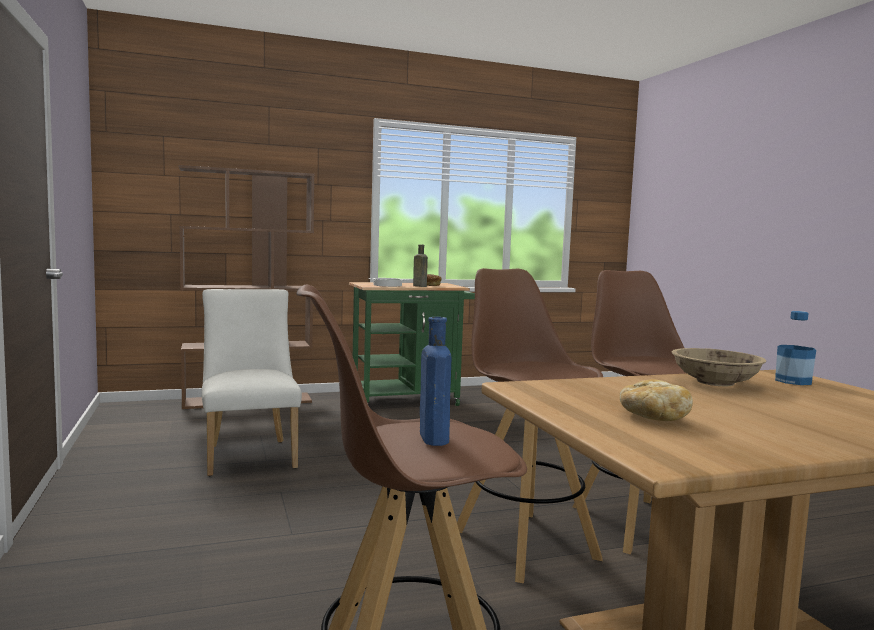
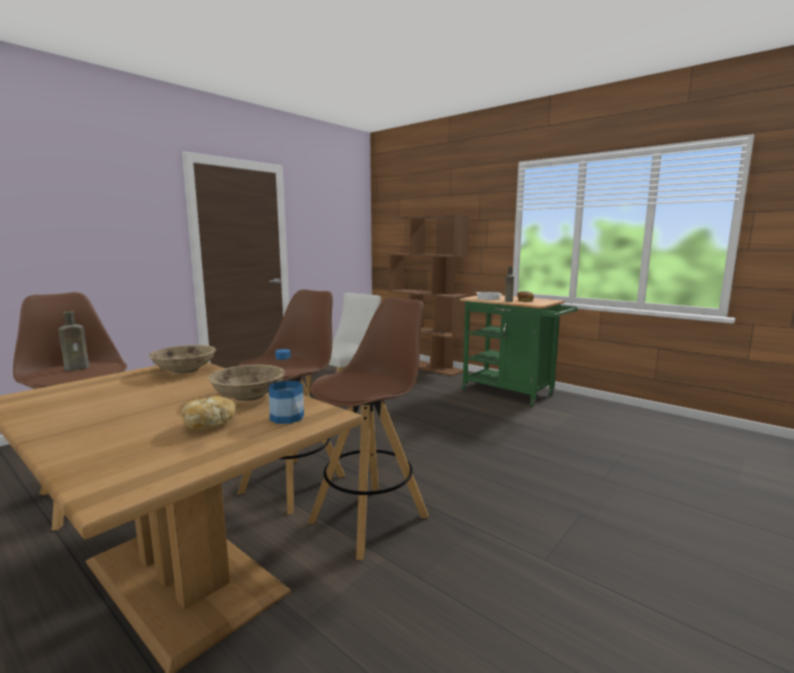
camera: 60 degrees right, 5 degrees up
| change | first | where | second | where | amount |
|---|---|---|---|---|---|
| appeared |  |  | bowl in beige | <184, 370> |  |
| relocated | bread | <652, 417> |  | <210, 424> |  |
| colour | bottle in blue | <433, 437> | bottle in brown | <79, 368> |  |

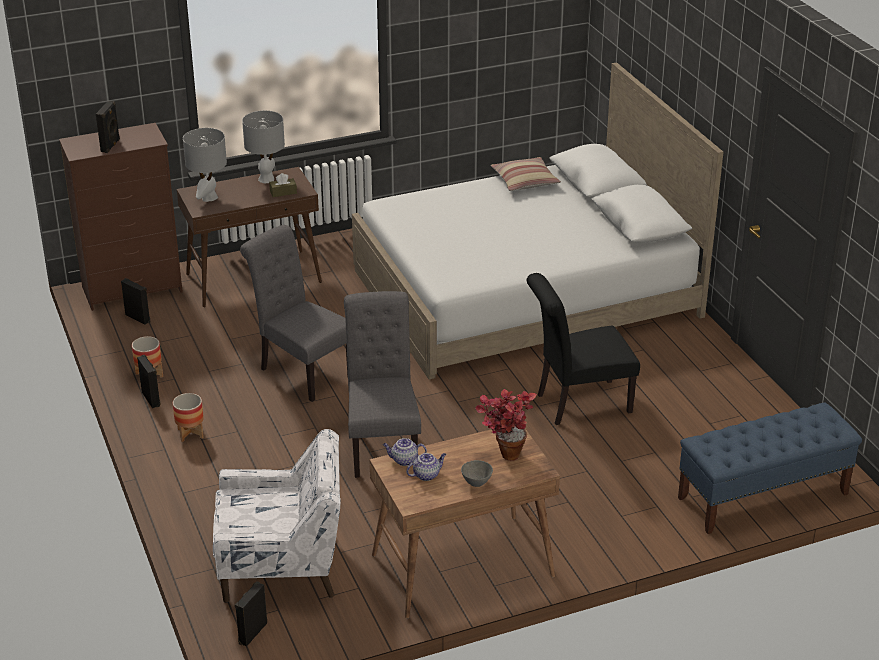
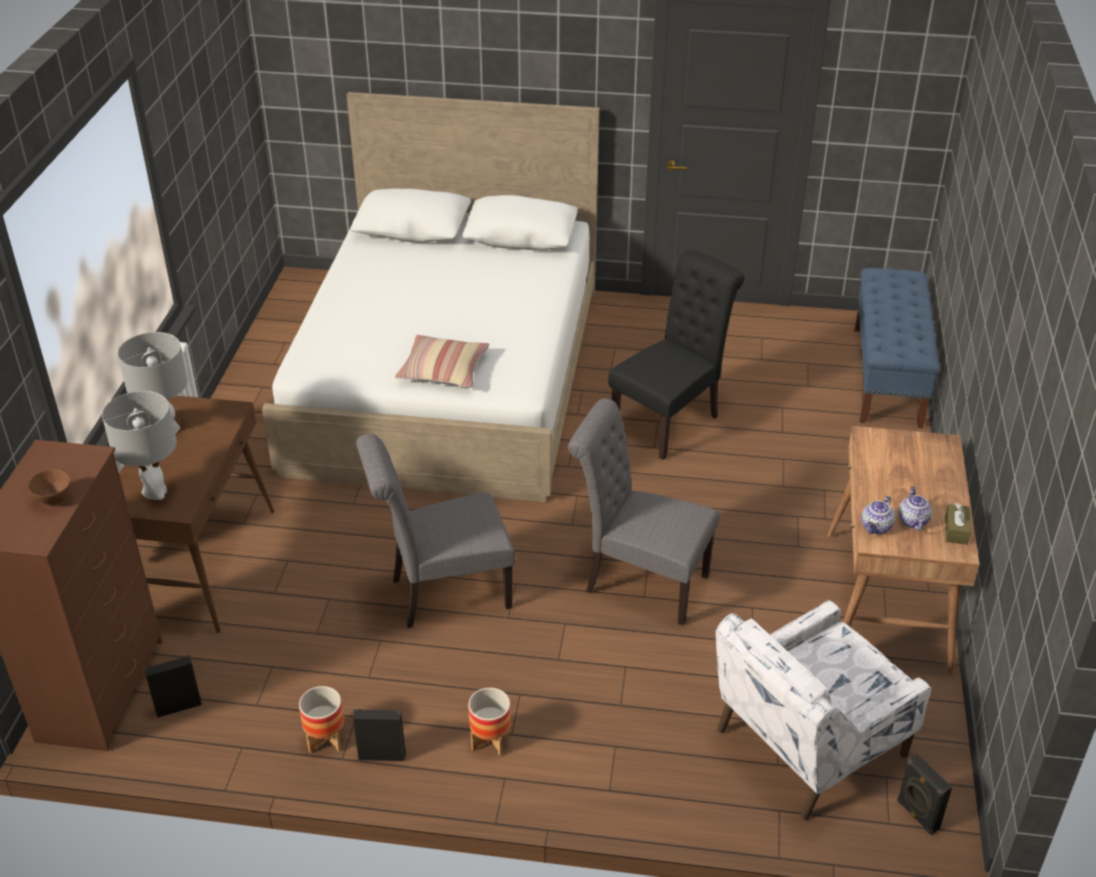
camera: 60 degrees left, 5 degrees up
| change | first | where | second | where | amount |
|---|---|---|---|---|---|
| missing | bowl in grey | <476, 483> |  |  |  |
| missing | potted plant | <503, 452> |  |  |  |
| relocated | tissue box in brown | <283, 192> |  | <956, 530> |  |
| relocated | pillow | <525, 181> |  | <443, 370> |  |
| exchanged | speaker in black | <111, 146> | bowl in brown | <53, 500> |  |
| spun | armchair in white | <282, 565> |  | <807, 744> | 150 degrees counterclockwise |
| spun | chair in black | <577, 404> |  | <671, 421> | 150 degrees counterclockwise |

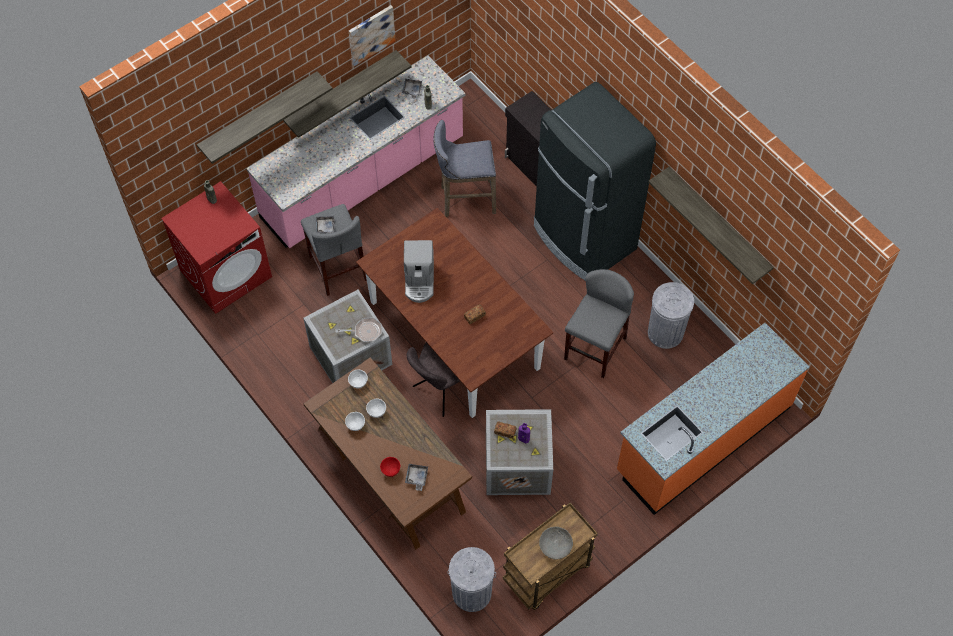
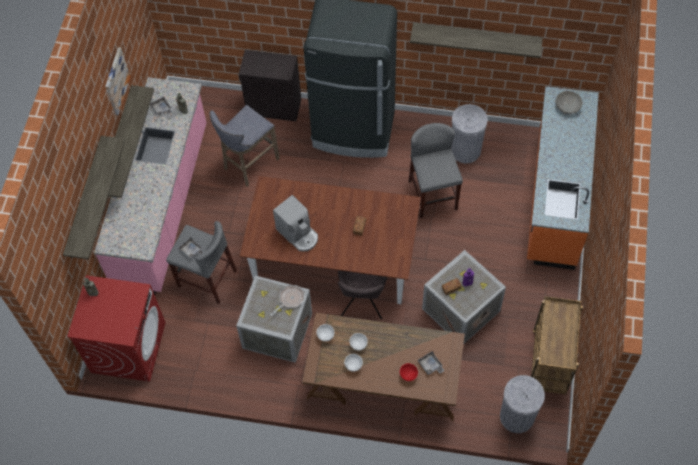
camera: 40 degrees left, 0 degrees up
| change | first | where | second | where | amount |
|---|---|---|---|---|---|
| relocated | bowl in grey | <555, 546> |  | <567, 106> |  |

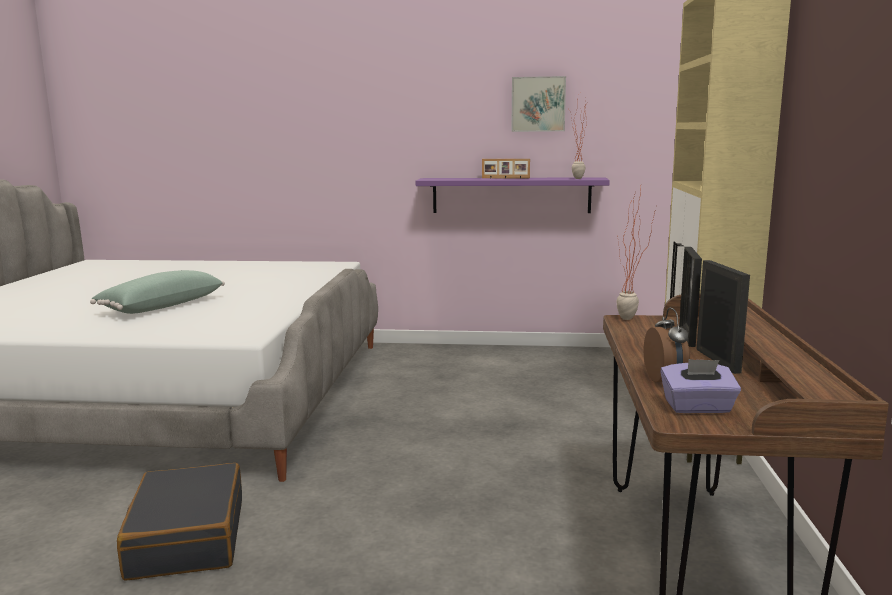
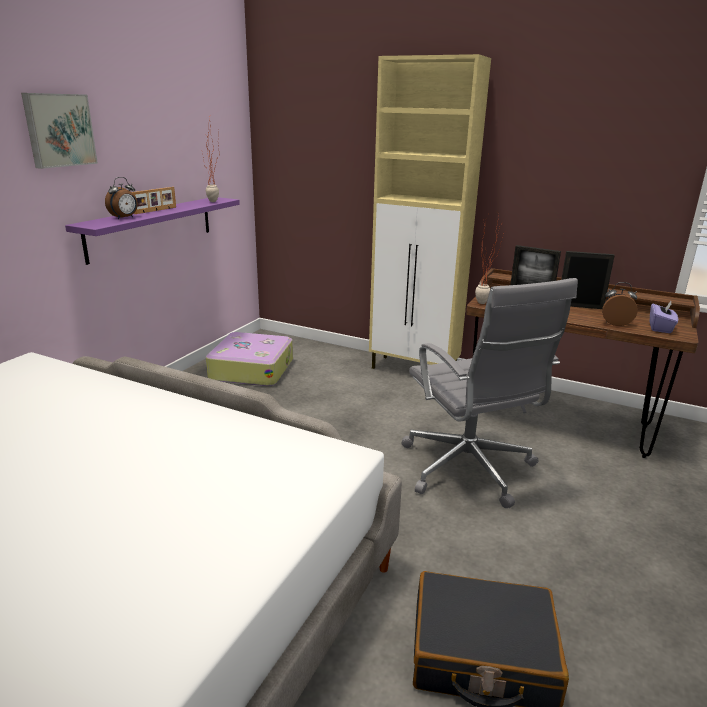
camera: 70 degrees left, 10 degrees up
| change | first | where | second | where | amount |
|---|---|---|---|---|---|
| missing | pillow in green | <161, 306> |  |  |  |
| appeared |  |  | alarm clock | <125, 218> |  |
| appeared |  |  | suitcase | <251, 369> |  |
| appeared |  |  | office chair in grey | <469, 469> |  |
| relocated | picture | <538, 104> |  | <59, 130> |  |

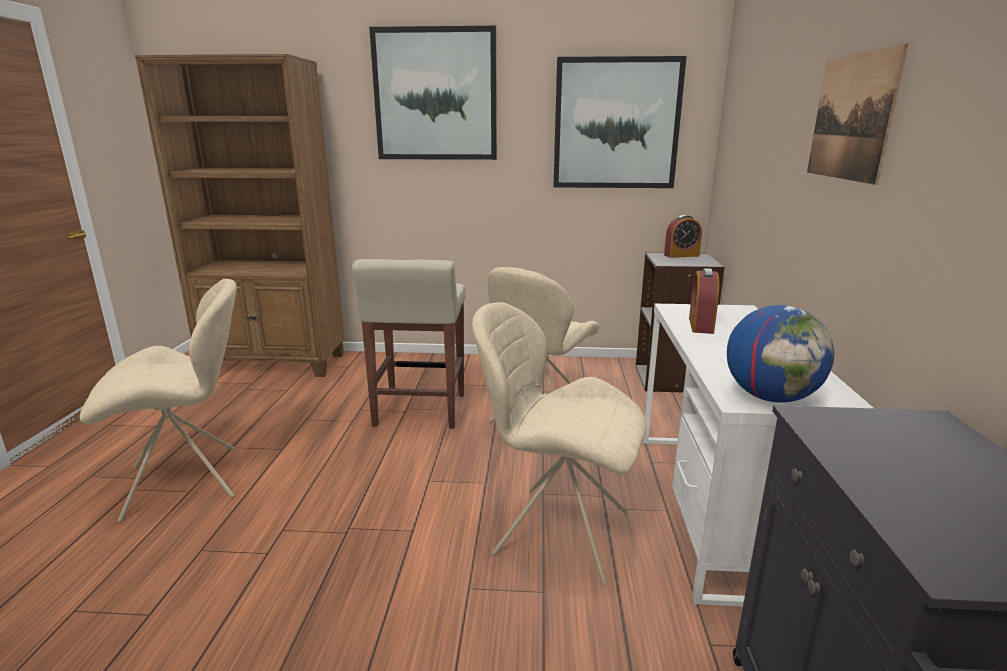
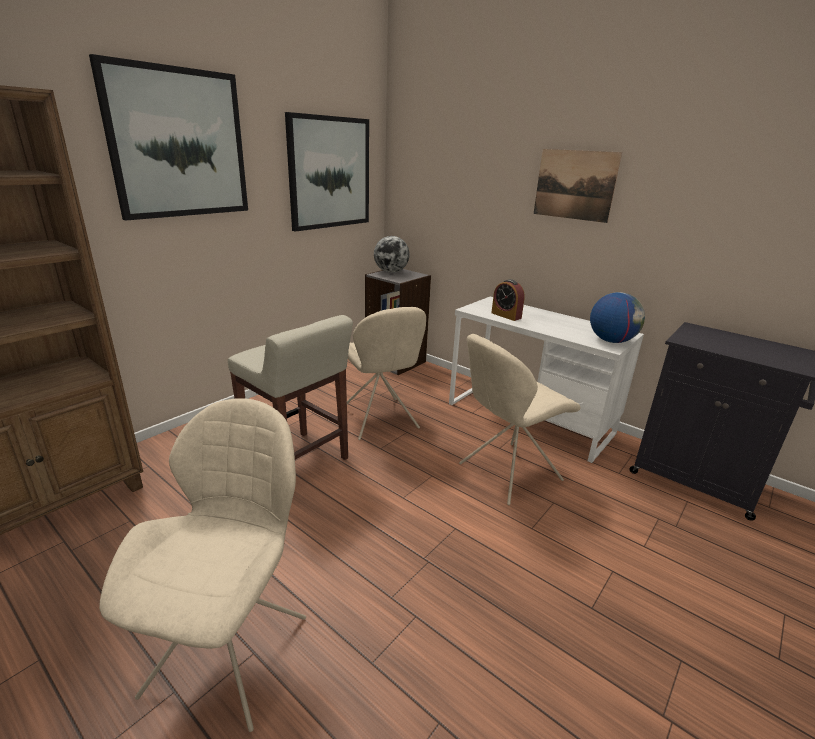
camera: 55 degrees left, 5 degrees up
| change | first | where | second | where | amount |
|---|---|---|---|---|---|
| exchanged | alarm clock | <681, 255> | globe | <391, 272> |  |

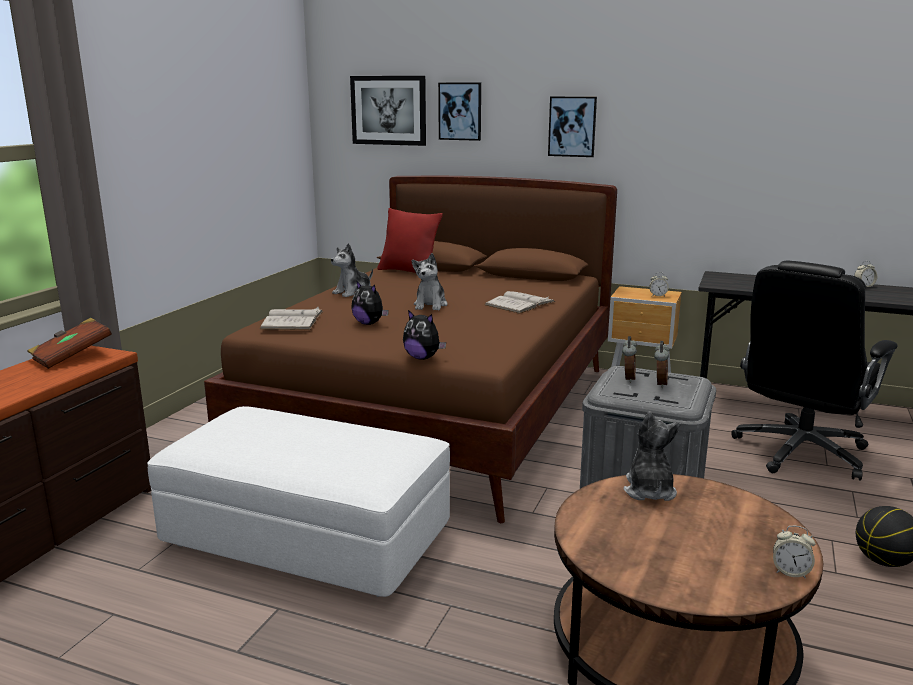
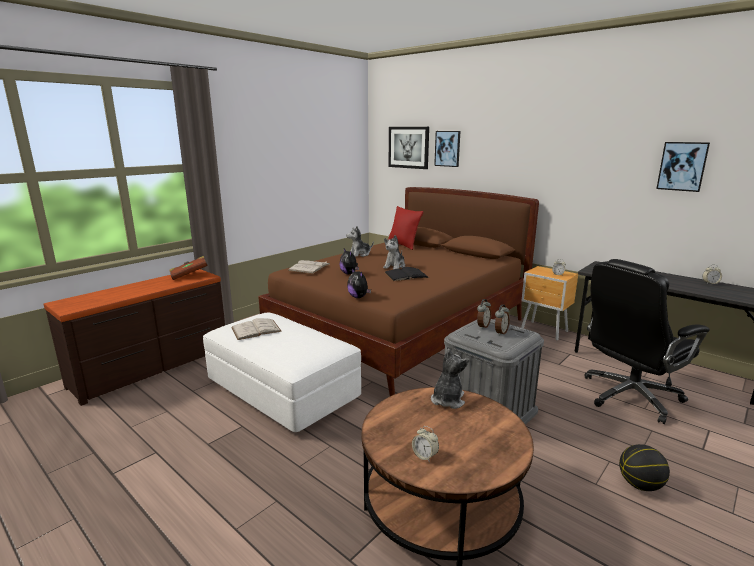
camera: 20 degrees right, 0 degrees up
| change | first | where | second | where | amount |
|---|---|---|---|---|---|
| appeared |  |  | book in black | <406, 275> |  |
| relocated | book in white | <520, 303> |  | <256, 329> |  |
| relocated | picture | <572, 126> |  | <682, 166> |  |
| relocated | alarm clock | <790, 572> |  | <425, 456> |  |

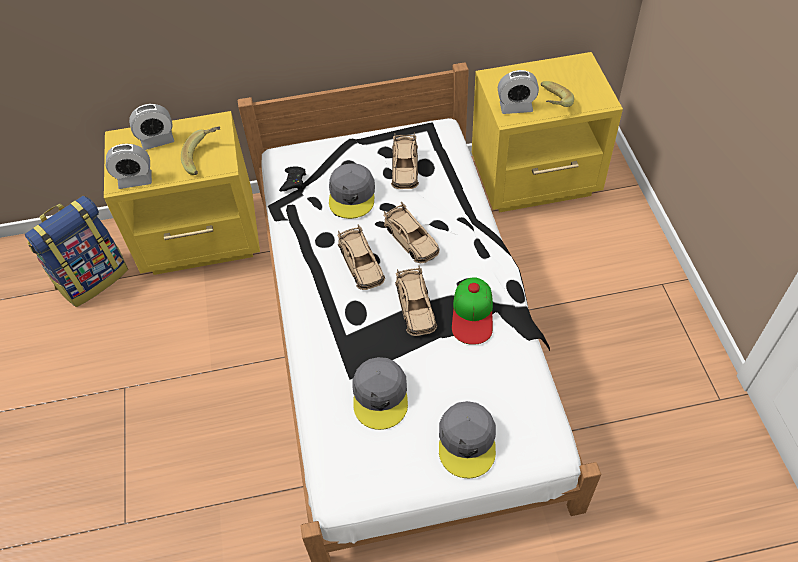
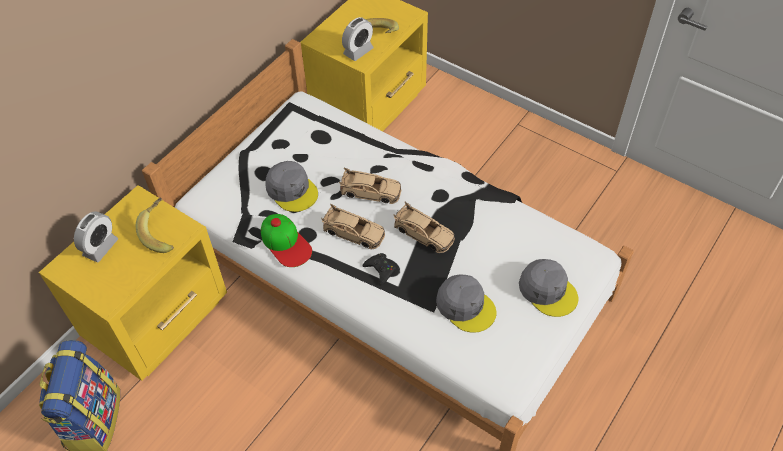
camera: 45 degrees left, 0 degrees up
| change | first | where | second | where | amount |
|---|---|---|---|---|---|
| missing | alarm clock | <135, 180> |  |  |  |
| missing | toy car in beige | <405, 167> |  |  |  |
| relocated | game controller in black | <293, 181> |  | <380, 270> |  |
| relocated | cap | <473, 314> |  | <286, 243> |  |

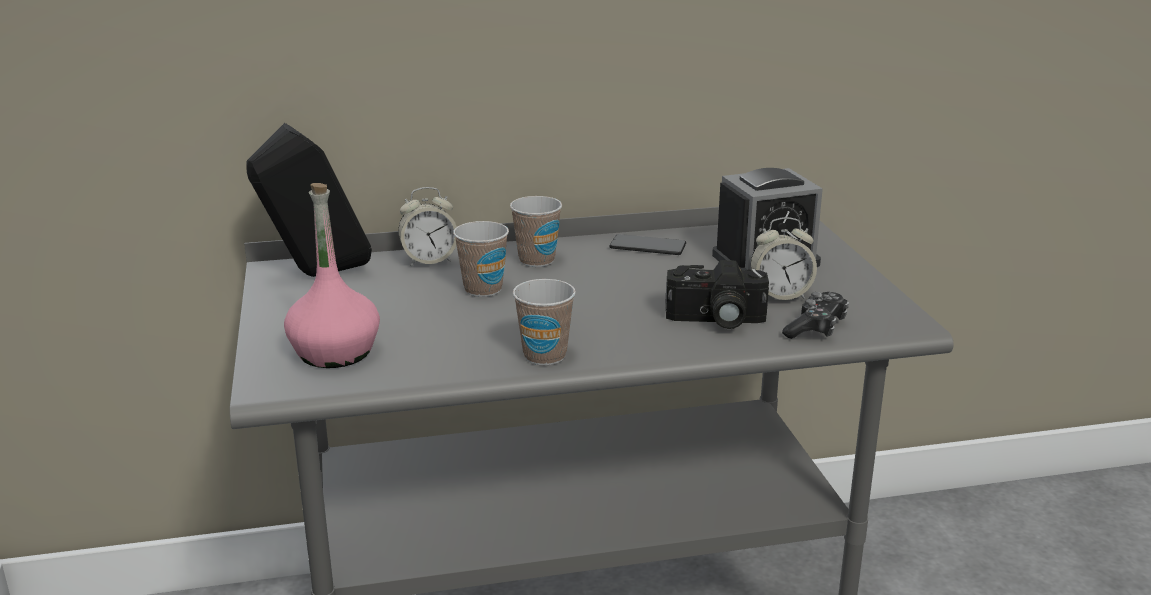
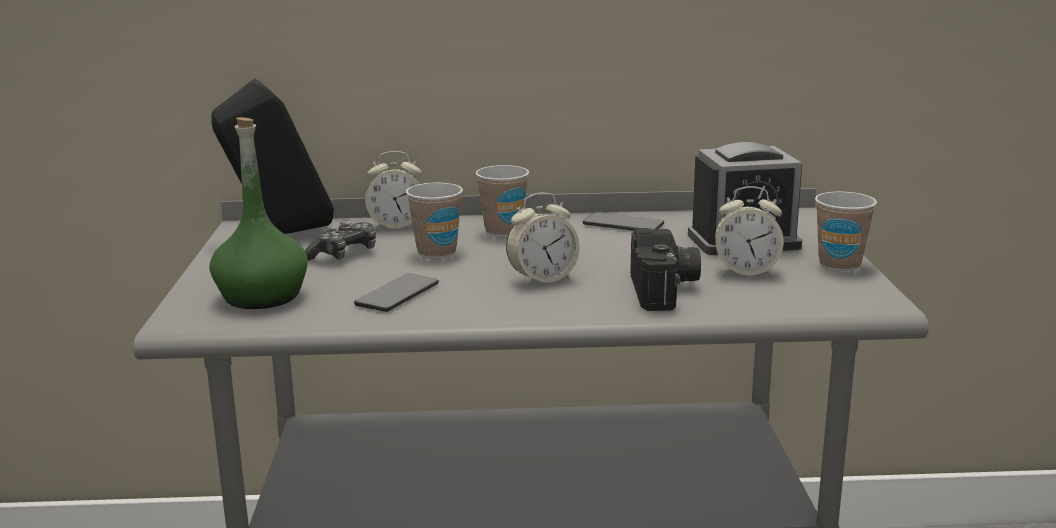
camera: 10 degrees right, 5 degrees down
| change | first | where | second | where | amount |
|---|---|---|---|---|---|
| appeared |  |  | phone | <397, 294> |  |
| appeared |  |  | alarm clock | <542, 279> |  |
| relocated | cup | <544, 356> |  | <839, 264> |  |
| relocated | game controller | <816, 327> |  | <344, 254> |  |
| colour | bottle in pink | <335, 352> | bottle in green | <262, 296> |  |
| spun | photo camera | <715, 320> |  | <665, 290> | 105 degrees counterclockwise |

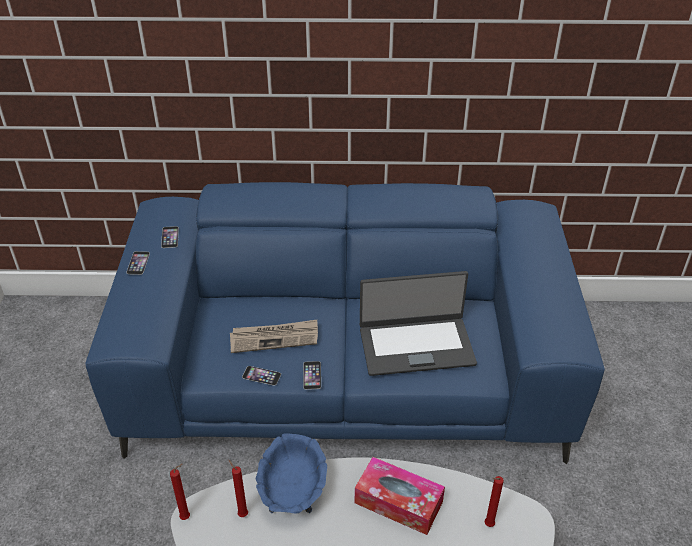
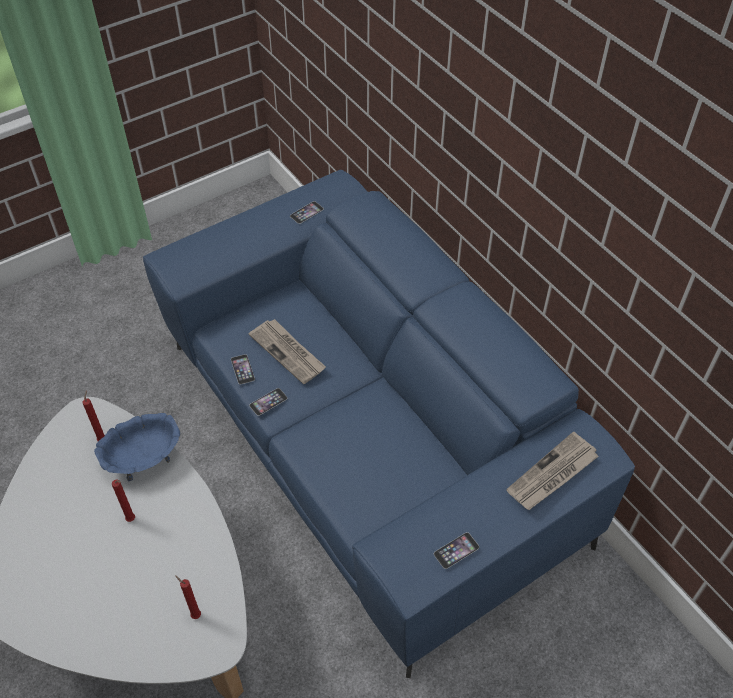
camera: 55 degrees right, 10 degrees up
| change | first | where | second | where | amount |
|---|---|---|---|---|---|
| missing | tissue box | <398, 502> |  |  |  |
| missing | laptop | <416, 345> |  |  |  |
| appeared |  |  | newspaper | <552, 474> |  |
| relocated | phone | <138, 263> |  | <456, 550> |  |
| relocated | candle in red | <187, 517> |  | <132, 520> |  |

